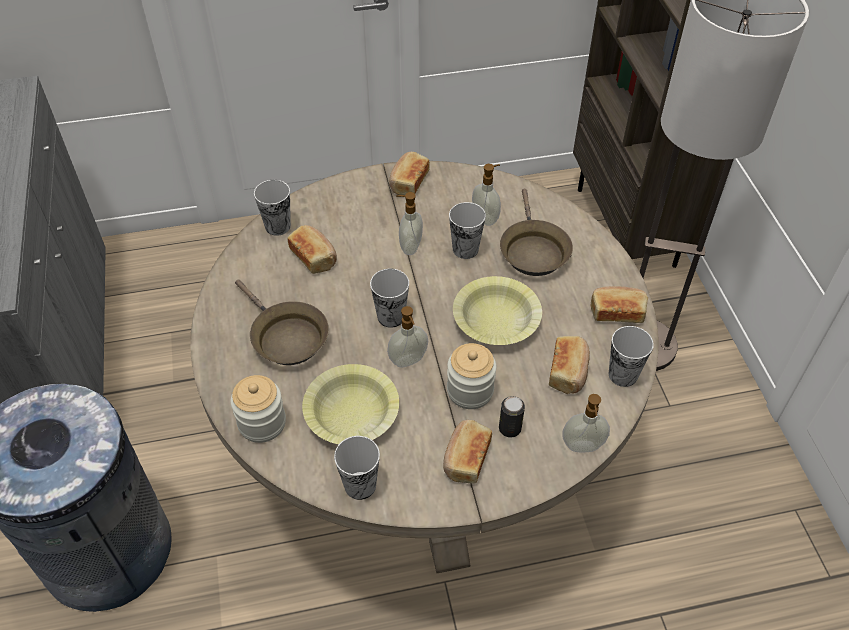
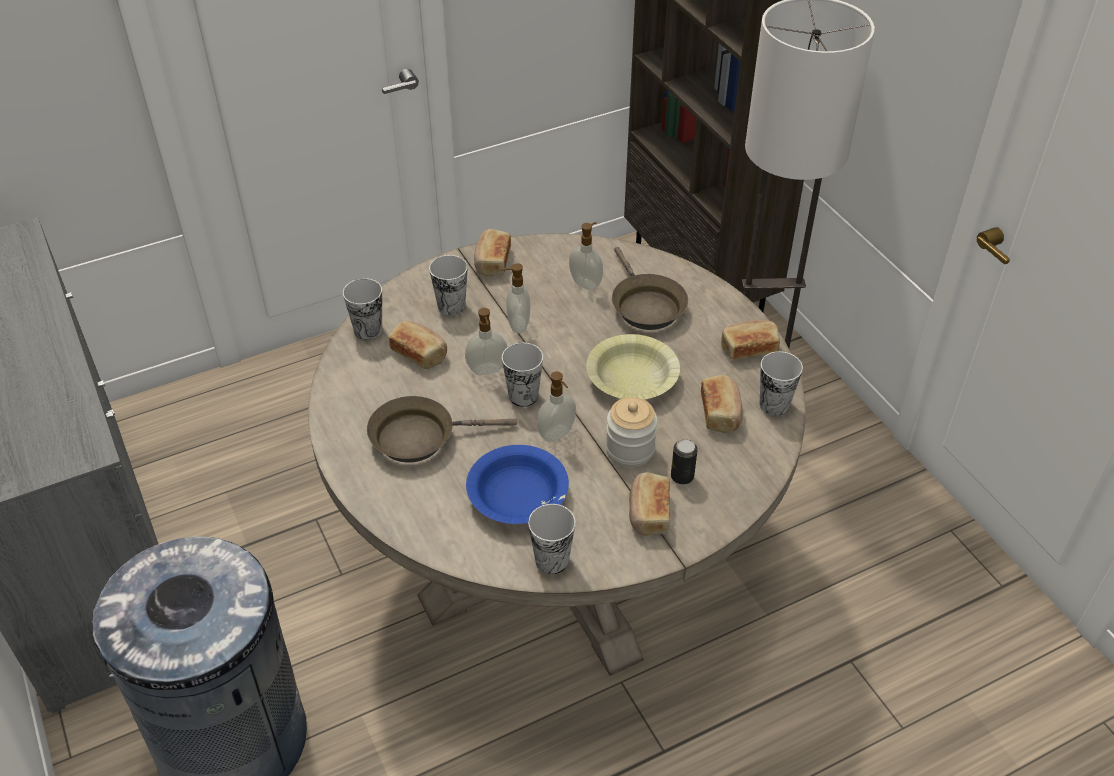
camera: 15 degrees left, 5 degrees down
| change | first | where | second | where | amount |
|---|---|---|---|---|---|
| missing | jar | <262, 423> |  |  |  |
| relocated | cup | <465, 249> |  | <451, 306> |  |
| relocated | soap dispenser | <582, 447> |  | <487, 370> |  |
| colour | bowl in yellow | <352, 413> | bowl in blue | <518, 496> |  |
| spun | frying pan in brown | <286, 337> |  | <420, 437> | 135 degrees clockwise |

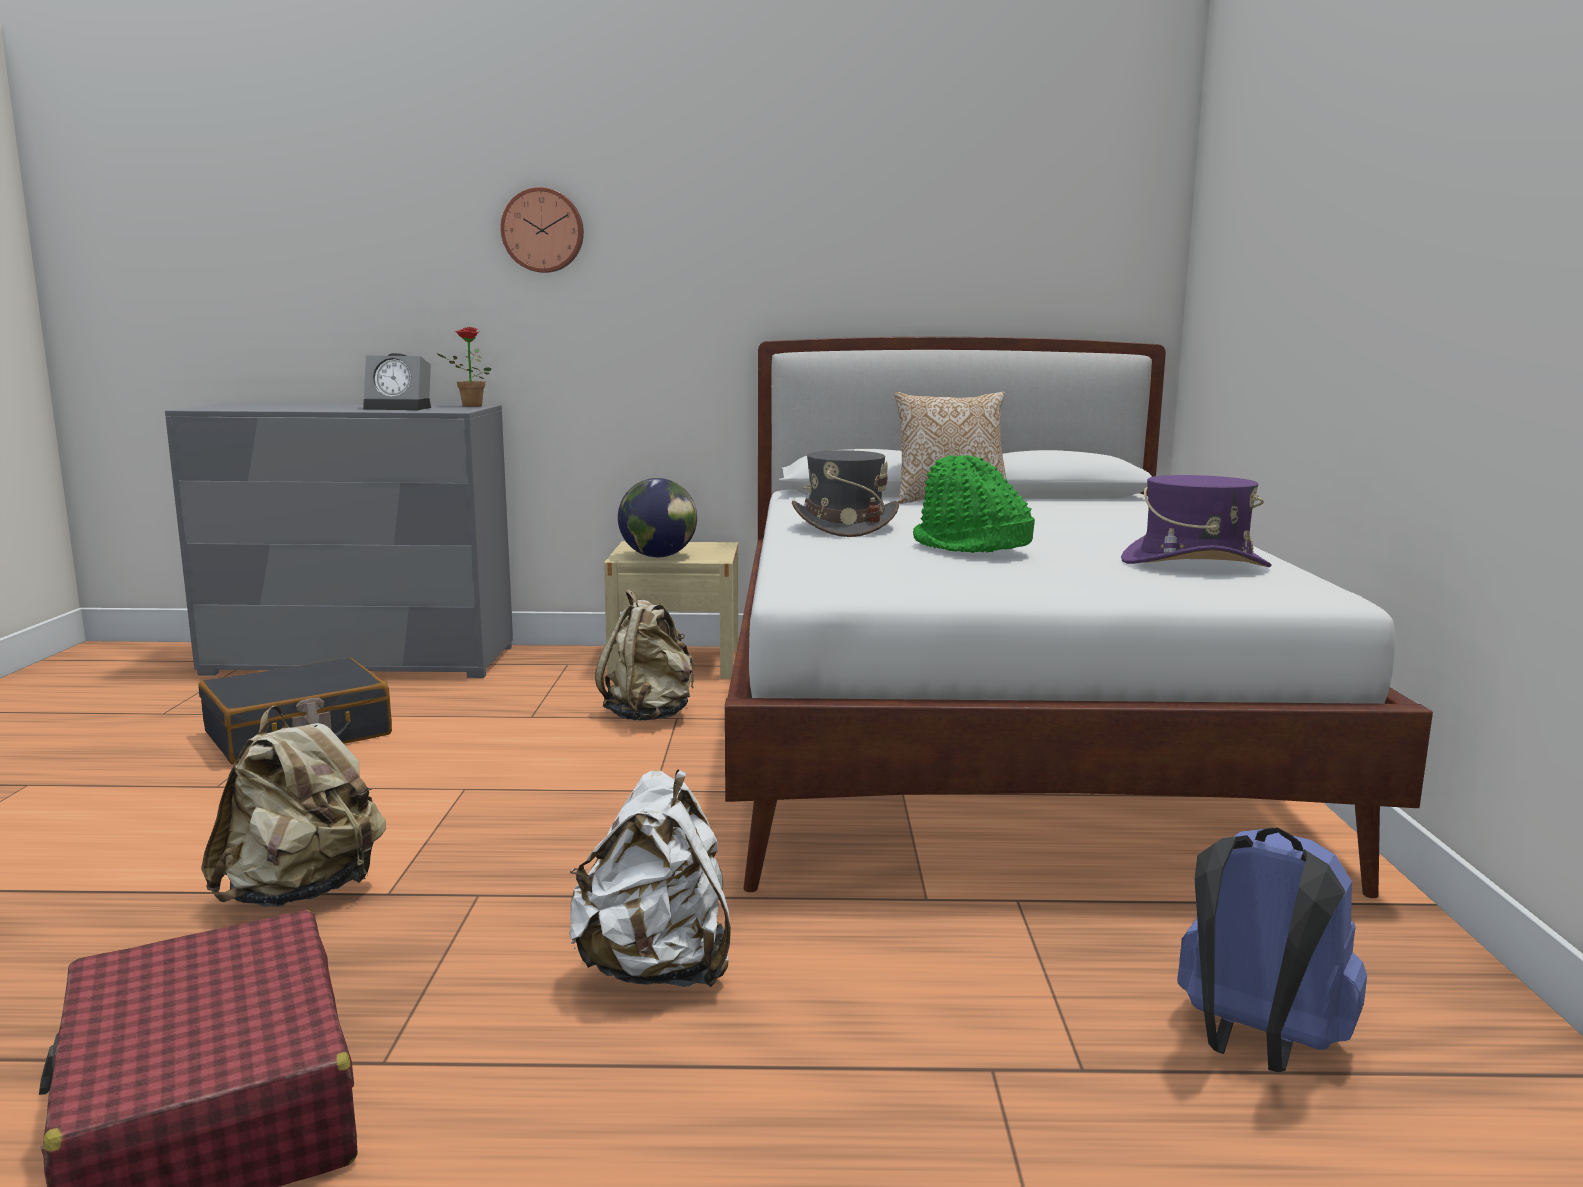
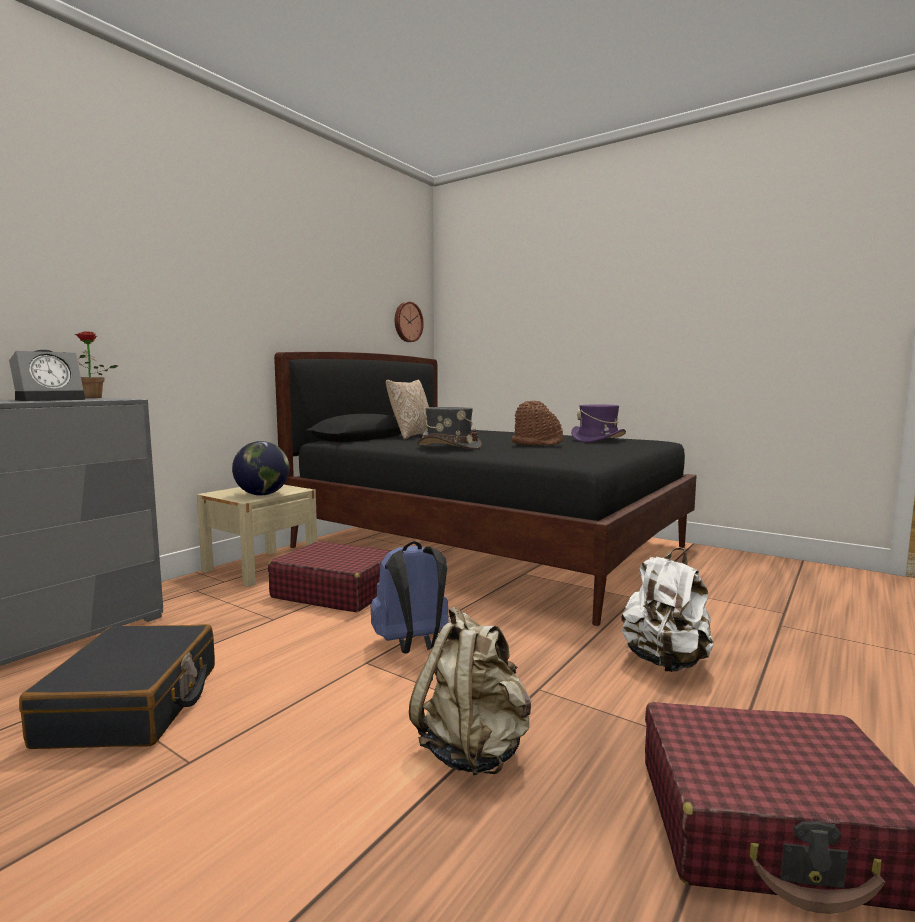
camera: 55 degrees left, 5 degrees down
| change | first | where | second | where | amount |
|---|---|---|---|---|---|
| relocated | wall clock | <543, 230> |  | <407, 322> |  |
| relocated | backpack in blue | <1256, 1044> |  | <412, 644> |  |
| exchanged | backpack in beige | <650, 715> | suitcase in red | <336, 592> |  |
| colour | bed in white | <991, 739> | bed in black | <488, 547> |  |
| colour | hat in green | <971, 546> | hat in brown | <537, 444> |  |

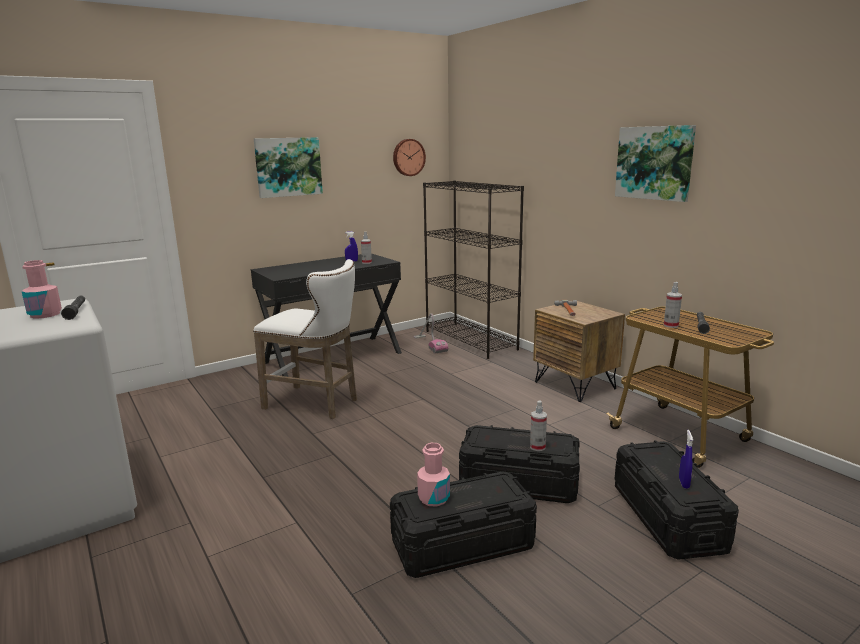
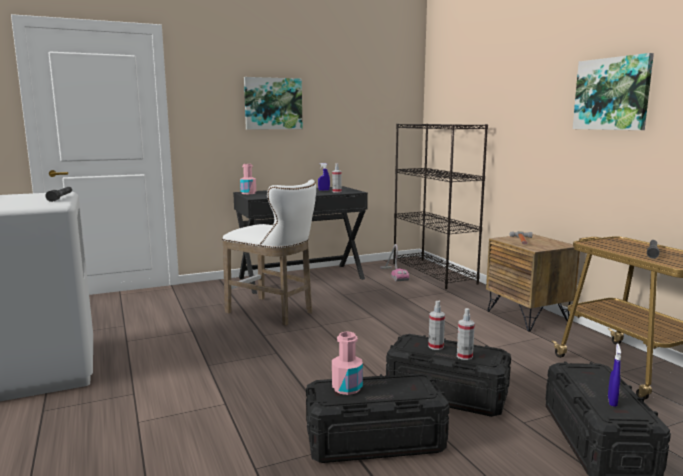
camera: 10 degrees right, 5 degrees down
| change | first | where | second | where | amount |
|---|---|---|---|---|---|
| missing | wall clock | <408, 157> |  |  |  |
| relocated | bottle in pink | <45, 314> |  | <248, 193> |  |
| relocated | spray bottle | <671, 325> |  | <436, 346> |  |

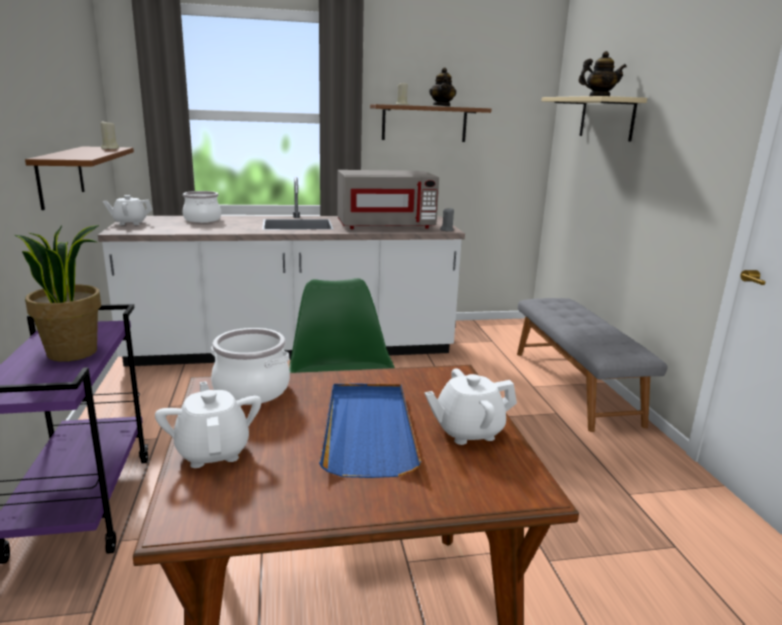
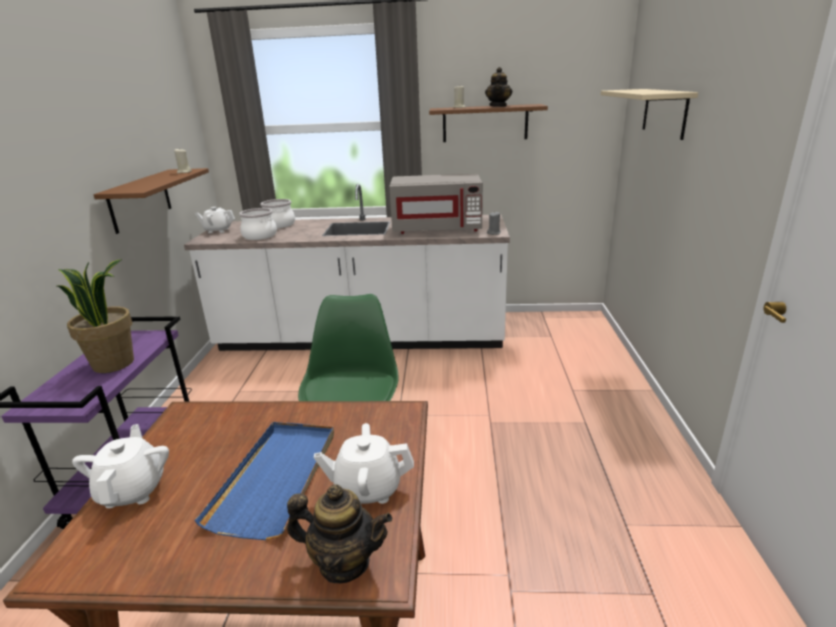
camera: 15 degrees right, 5 degrees up
| change | first | where | second | where | amount |
|---|---|---|---|---|---|
| missing | bench in grey | <575, 386> |  |  |  |
| relocated | cooking pot | <252, 390> |  | <260, 236> |  |
| relocated | teapot | <599, 96> |  | <344, 562> |  |

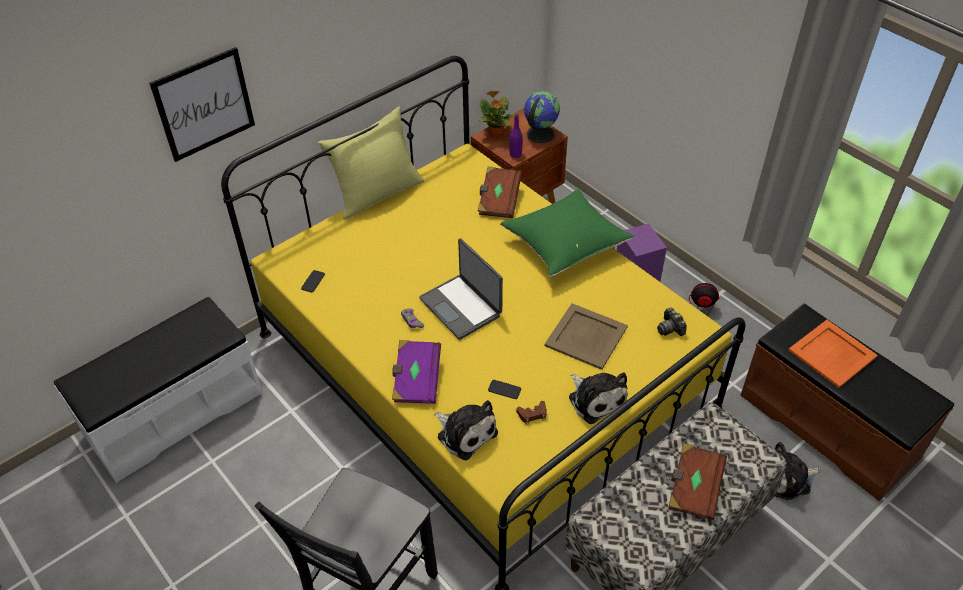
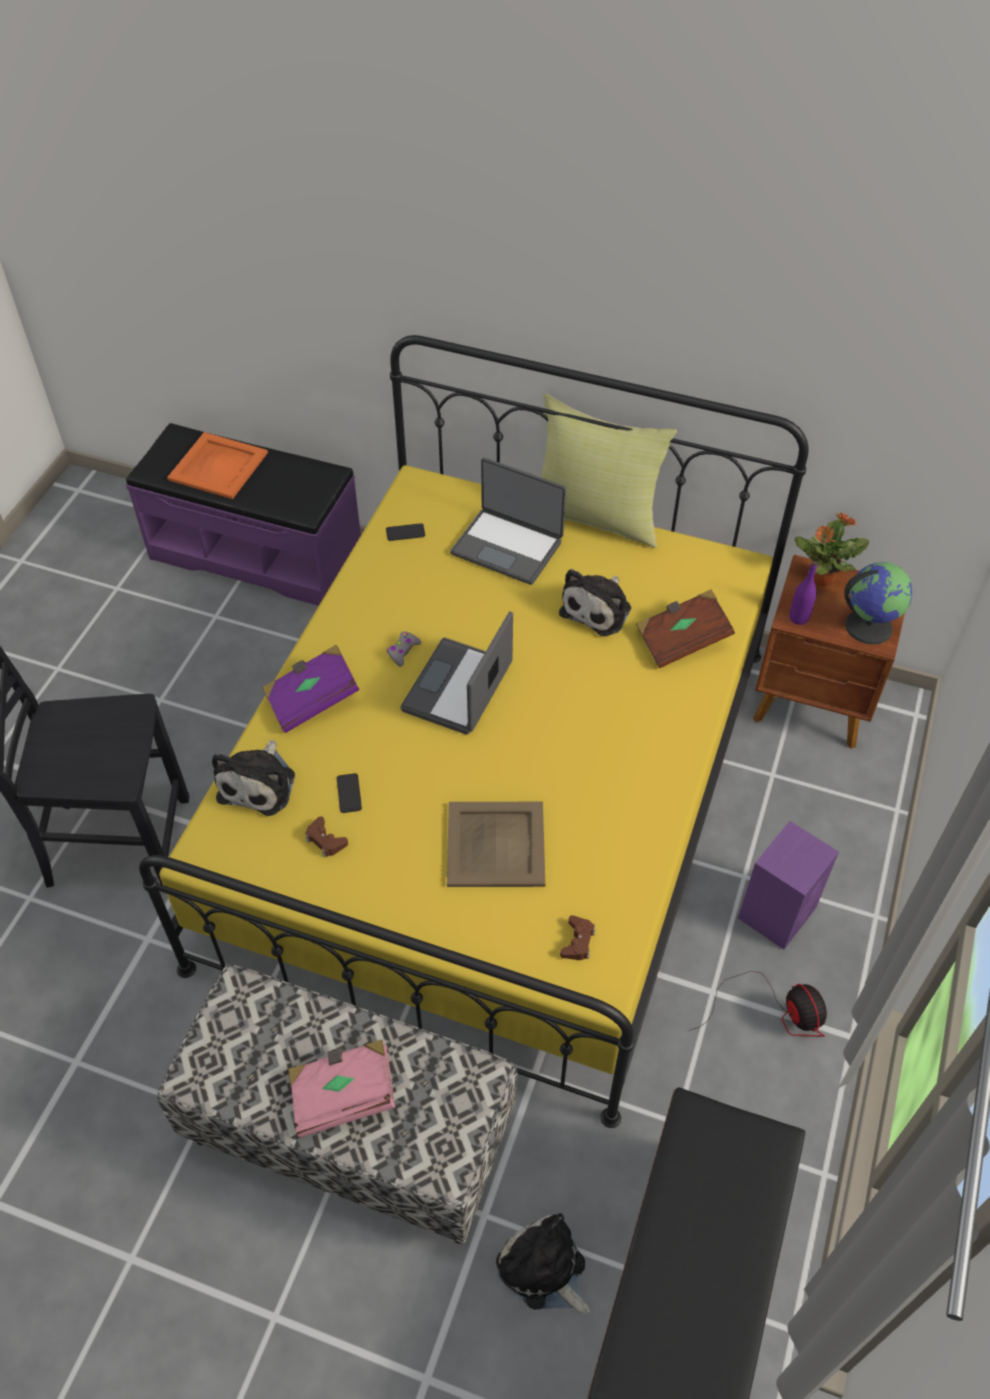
camera: 60 degrees right, 5 degrees up
| change | first | where | second | where | amount |
|---|---|---|---|---|---|
| missing | picture | <204, 104> |  |  |  |
| missing | pillow in green | <565, 245> |  |  |  |
| appeared |  |  | laptop | <508, 546> |  |
| relocated | plush toy | <596, 399> |  | <598, 609> |  |
| relocated | tray in orange | <831, 353> |  | <218, 465> |  |
| exchanged | photo camera | <670, 328> | game controller in brown | <578, 941> |  |
| colour | bench in white | <174, 413> | bench in purple | <257, 553> |  |
| colour | book in brown | <693, 489> | book in pink | <343, 1094> |  |

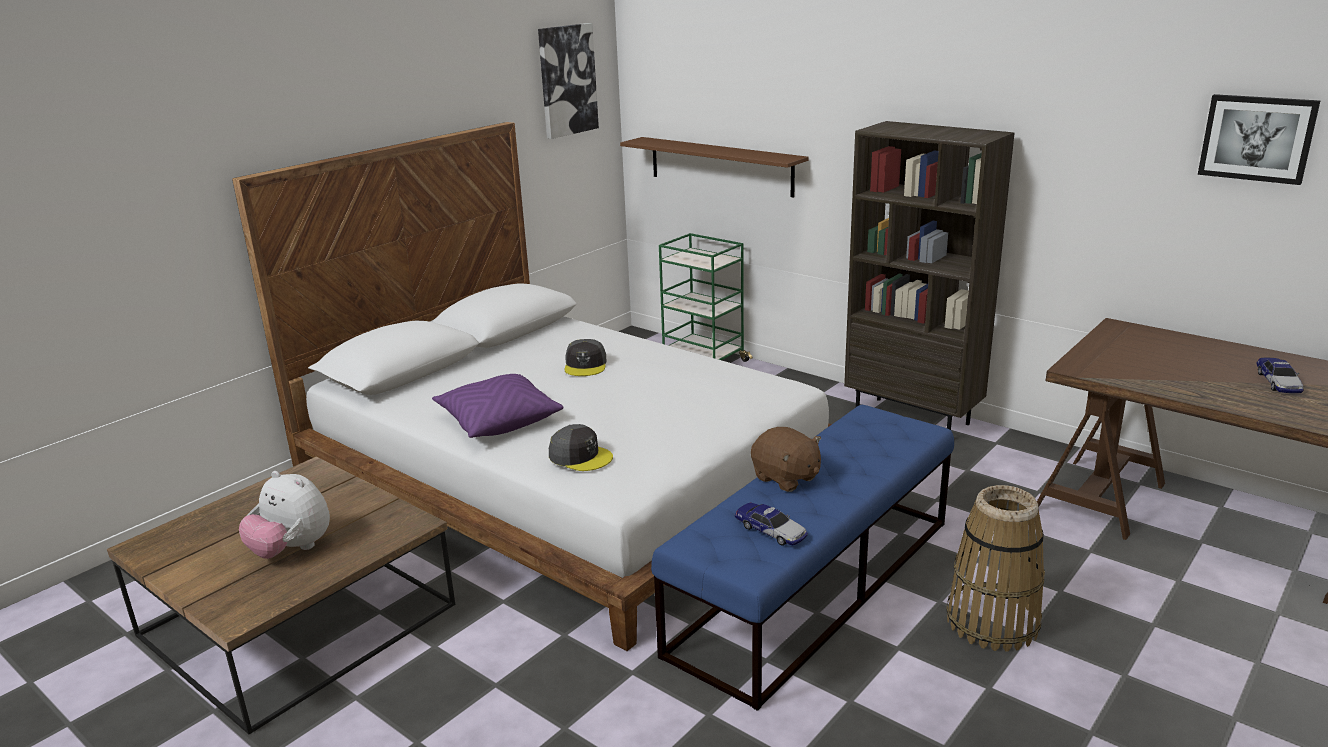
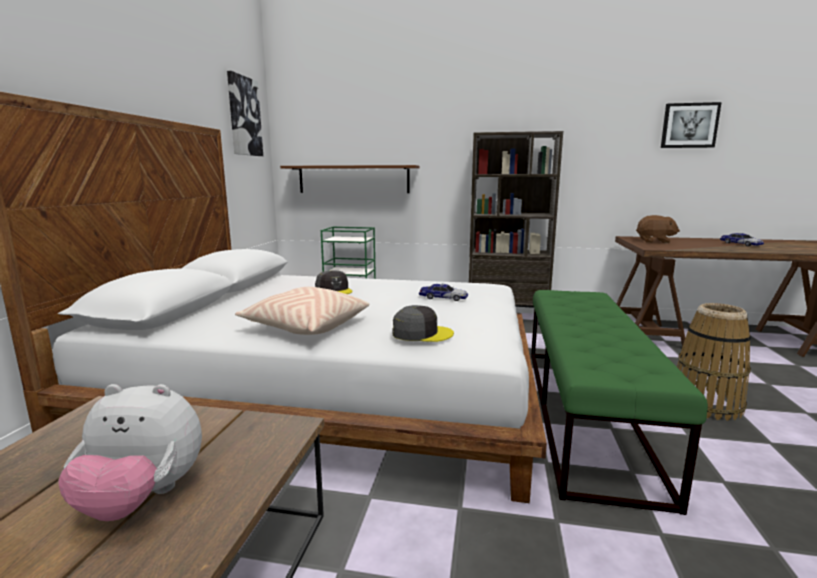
camera: 30 degrees left, 10 degrees down
| change | first | where | second | where | amount |
|---|---|---|---|---|---|
| relocated | toy car | <770, 530> |  | <443, 298> |  |
| relocated | plush toy in brown | <786, 478> |  | <655, 241> |  |
| colour | pillow in purple | <498, 421> | pillow in beige | <305, 327> |  |
| colour | bench in blue | <815, 584> | bench in green | <584, 411> |  |

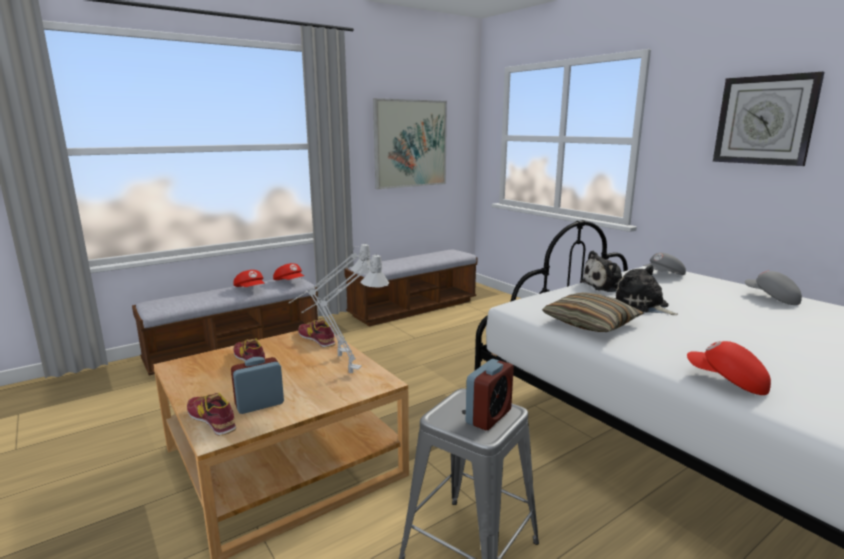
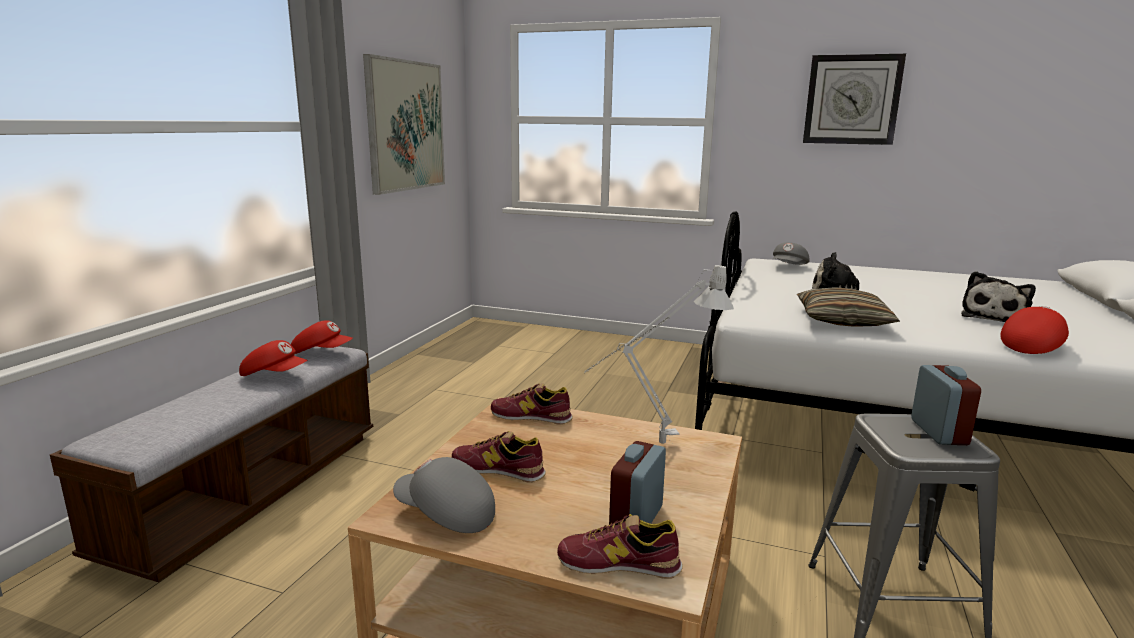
camera: 35 degrees left, 0 degrees up
| change | first | where | second | where | amount |
|---|---|---|---|---|---|
| missing | table lamp in grey | <334, 356> |  |  |  |
| missing | bench | <414, 308> |  |  |  |
| relocated | plush toy | <606, 286> |  | <994, 317> |  |
| relocated | cap in grey | <771, 298> |  | <445, 515> |  |
| spun | cap in red | <727, 382> |  | <1031, 346> | 135 degrees clockwise |

